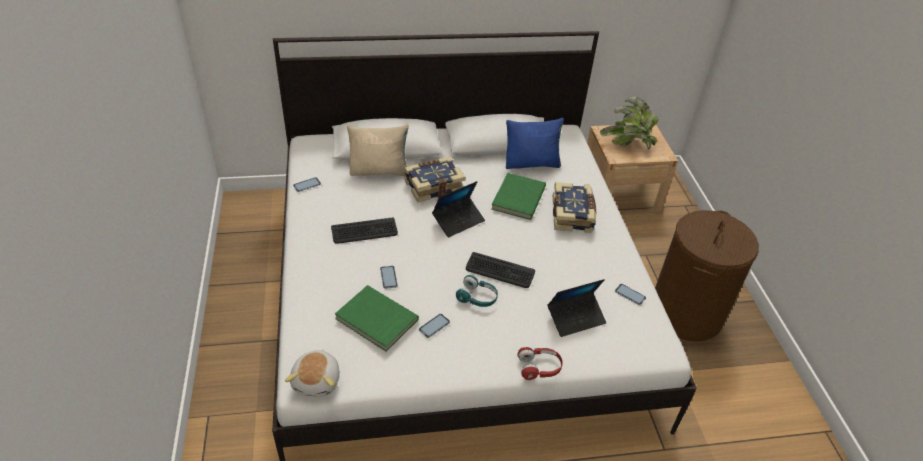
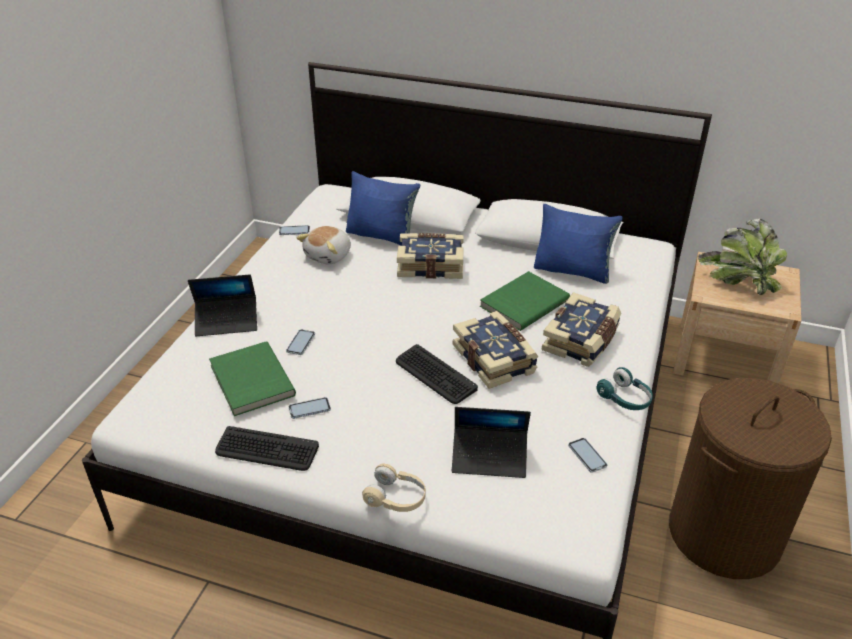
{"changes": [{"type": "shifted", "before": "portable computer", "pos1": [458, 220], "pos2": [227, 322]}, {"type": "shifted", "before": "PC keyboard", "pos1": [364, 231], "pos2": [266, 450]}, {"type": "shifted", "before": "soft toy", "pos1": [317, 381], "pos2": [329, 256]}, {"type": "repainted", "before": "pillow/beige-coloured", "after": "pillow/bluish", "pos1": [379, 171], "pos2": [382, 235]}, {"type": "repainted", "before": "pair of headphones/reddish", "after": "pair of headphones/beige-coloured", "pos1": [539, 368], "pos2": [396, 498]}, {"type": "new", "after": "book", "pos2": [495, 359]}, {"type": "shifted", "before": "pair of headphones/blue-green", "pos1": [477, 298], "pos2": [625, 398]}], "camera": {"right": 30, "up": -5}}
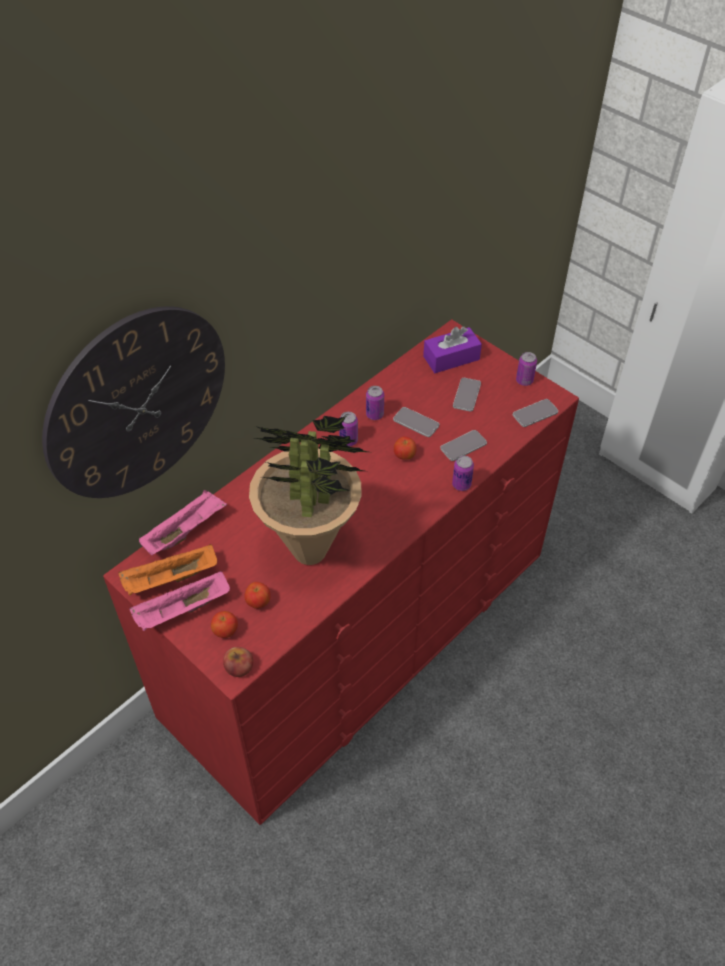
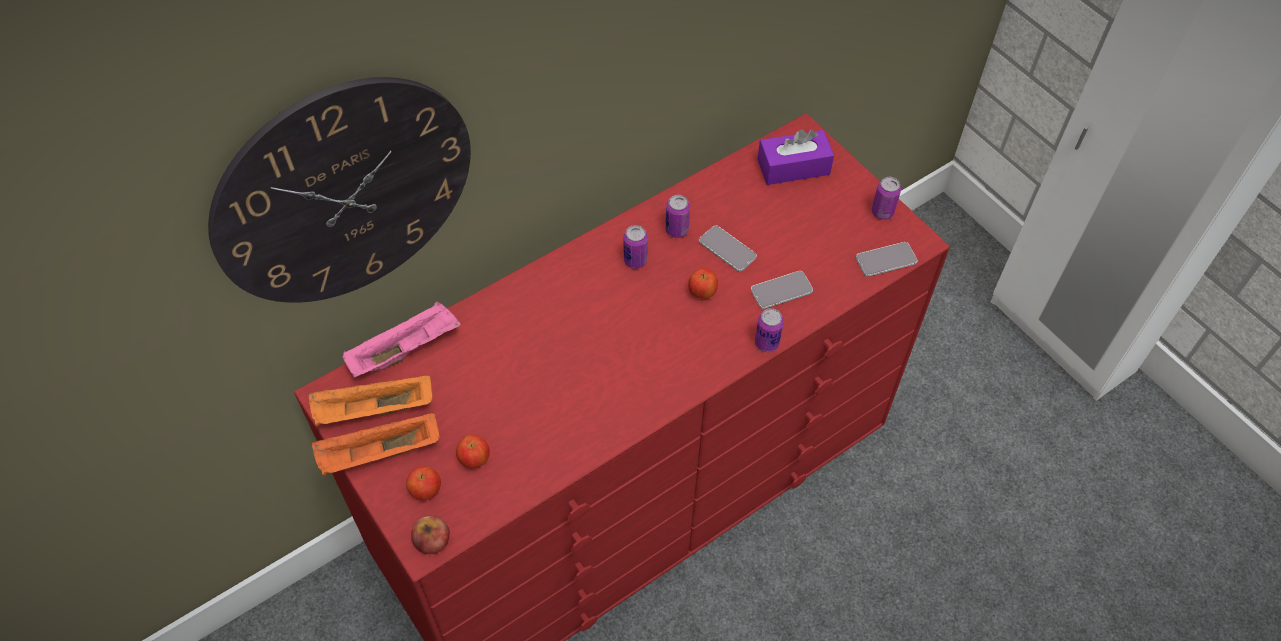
{"changes": [{"type": "repainted", "before": "serving tray/pinkish", "after": "serving tray/orangey", "pos1": [182, 611], "pos2": [379, 454]}, {"type": "gone", "before": "plant in a pot", "pos1": [310, 551]}, {"type": "gone", "before": "phone", "pos1": [466, 395]}], "camera": {"right": 10, "up": 5}}
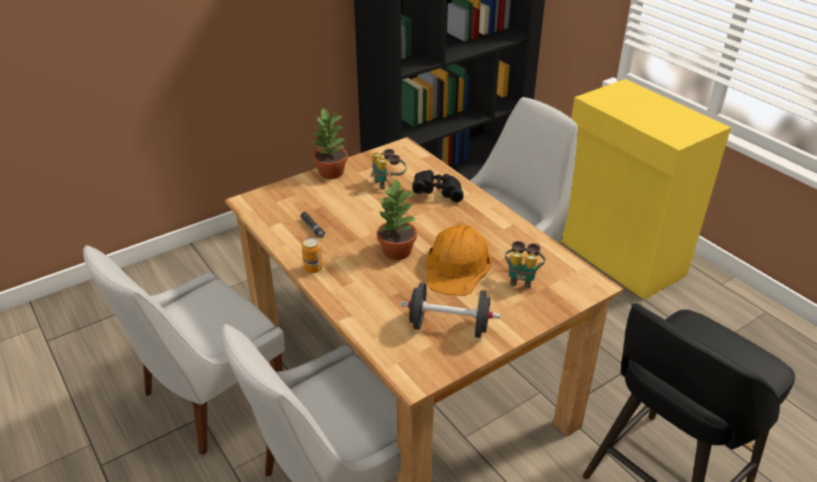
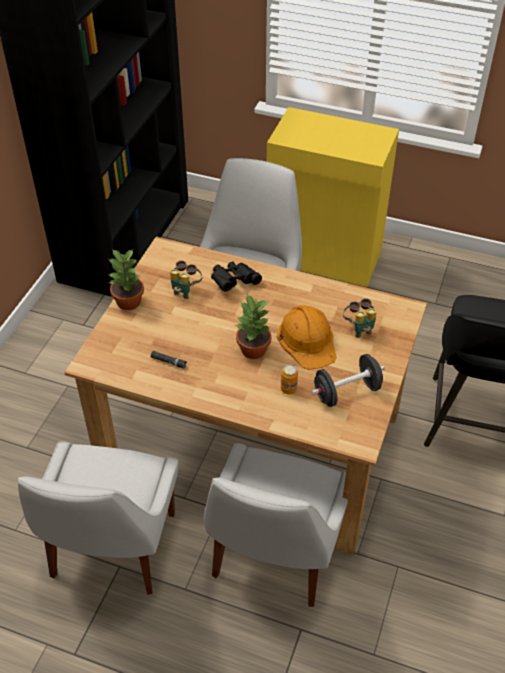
{"changes": [{"type": "shifted", "before": "metal can", "pos1": [313, 269], "pos2": [288, 389]}], "camera": {"right": -35, "up": 10}}
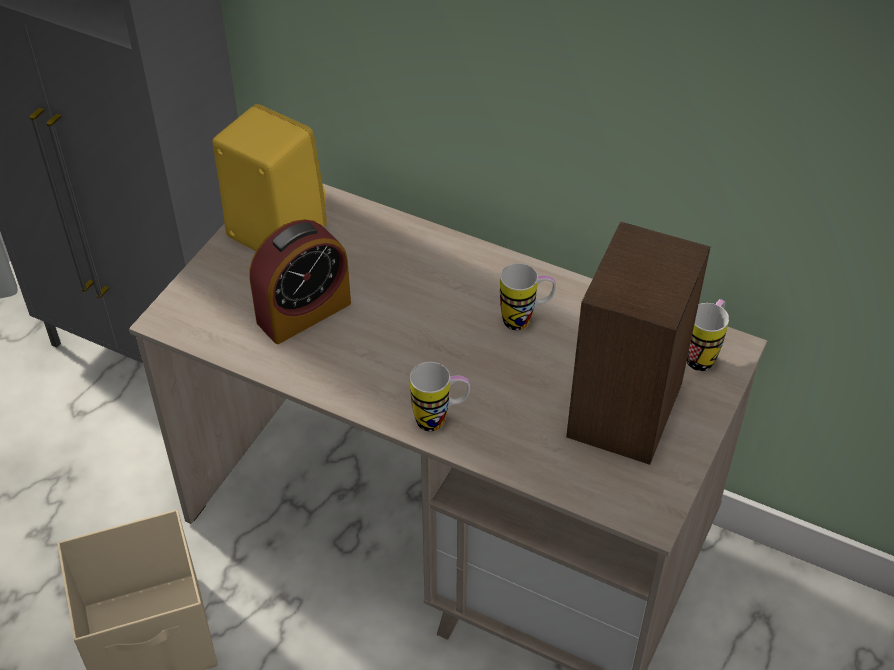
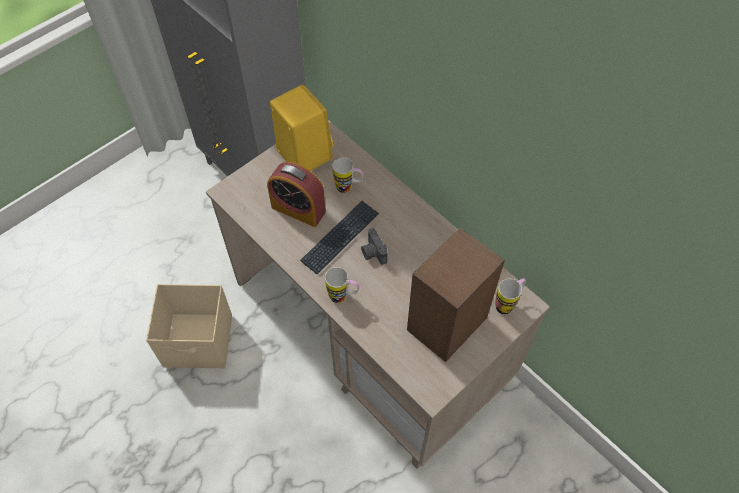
{"changes": [{"type": "rotated", "before": "bedside clock", "pos1": [304, 312], "pos2": [298, 209], "turn": 45}, {"type": "new", "after": "PC keyboard", "pos2": [340, 237]}, {"type": "shifted", "before": "mug", "pos1": [525, 320], "pos2": [349, 188]}, {"type": "new", "after": "still camera", "pos2": [373, 253]}], "camera": {"right": 20, "up": 10}}
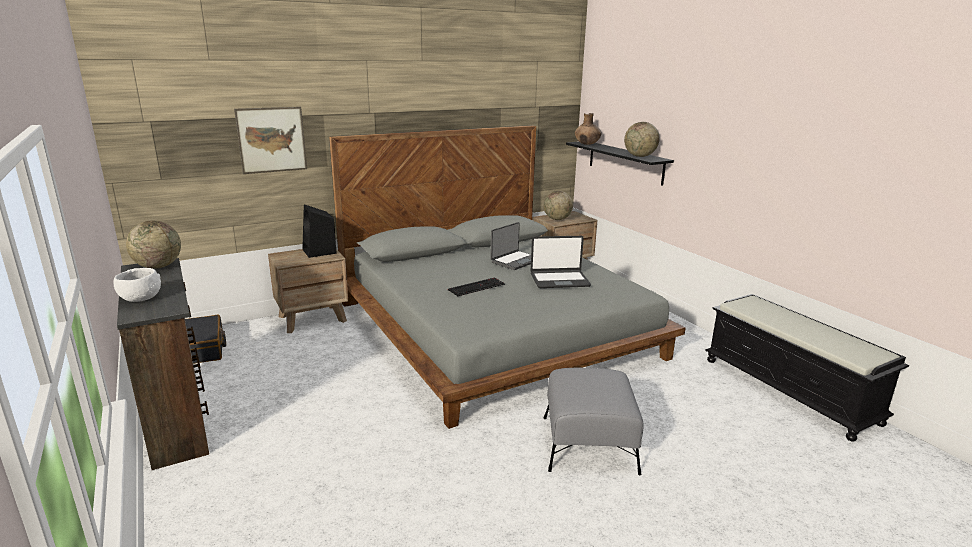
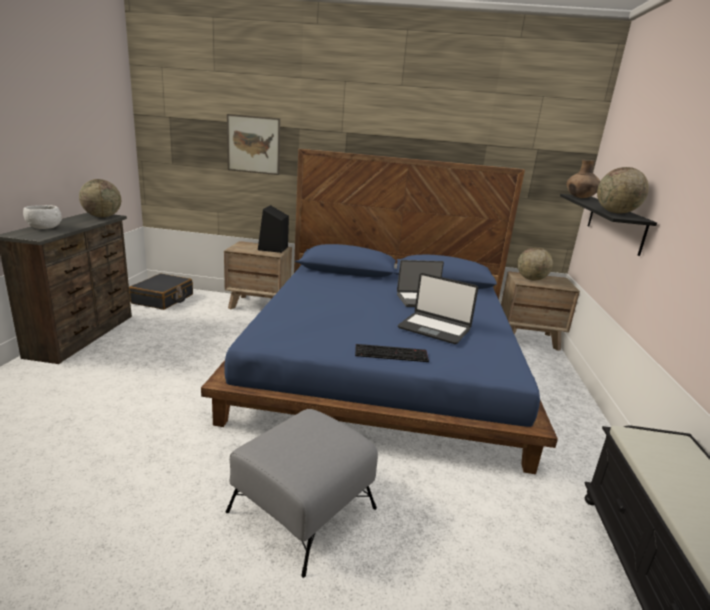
{"changes": [{"type": "repainted", "before": "bed/gray", "after": "bed/bluish", "pos1": [496, 329], "pos2": [383, 364]}, {"type": "shifted", "before": "PC keyboard", "pos1": [476, 287], "pos2": [392, 353]}], "camera": {"right": 35, "up": 0}}
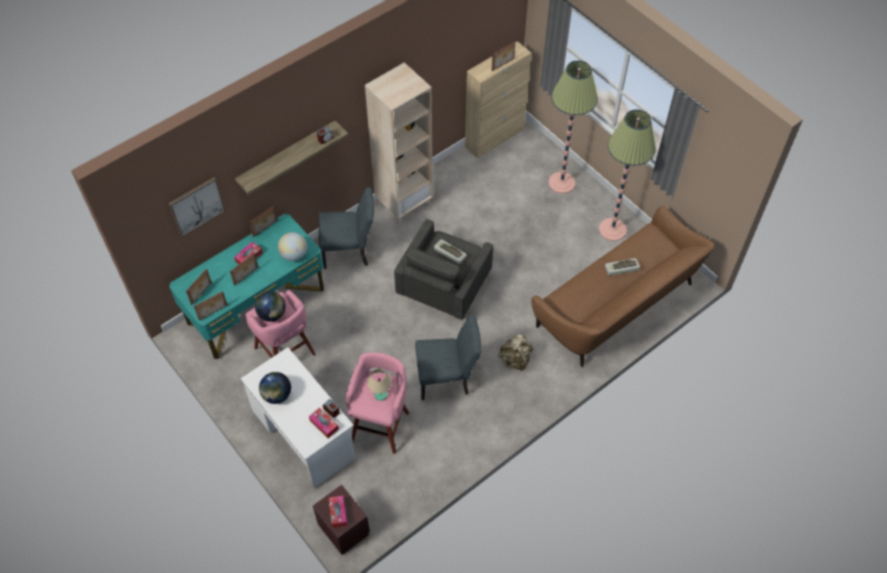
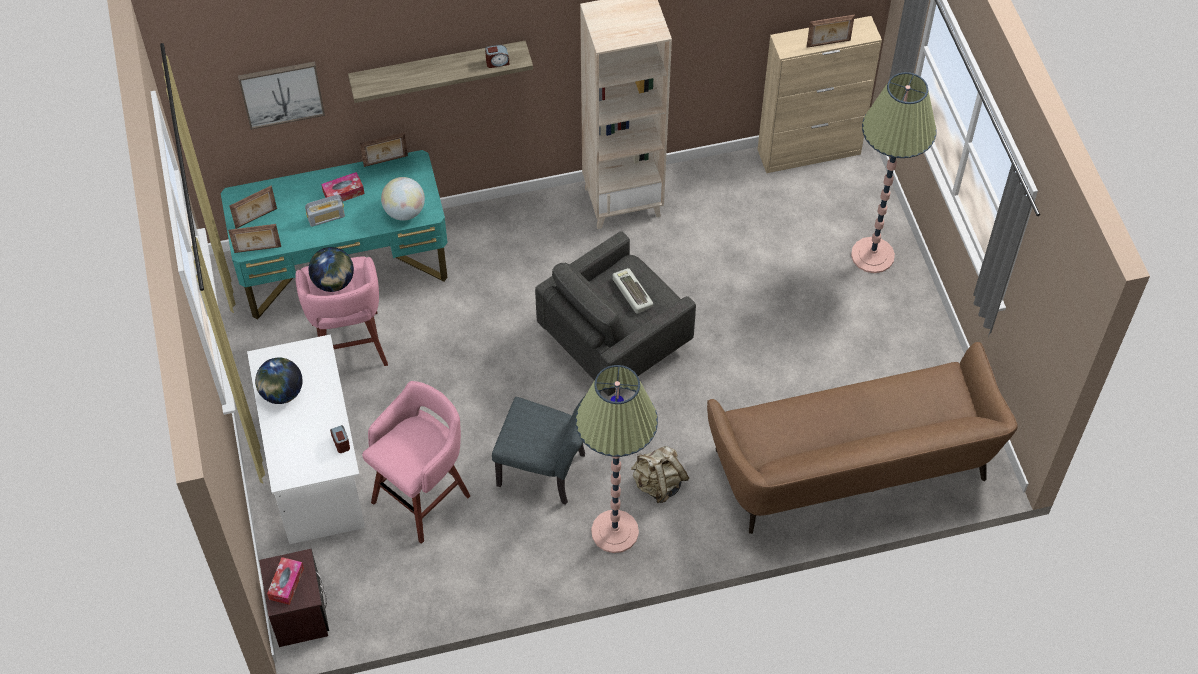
{"changes": [{"type": "swapped", "before": "standing frame", "after": "radio set", "pos1": [246, 276], "pos2": [326, 217]}, {"type": "shifted", "before": "standard lamp", "pos1": [612, 229], "pos2": [615, 531]}, {"type": "gone", "before": "box of tissues", "pos1": [324, 424]}, {"type": "gone", "before": "chair/gray", "pos1": [350, 252]}, {"type": "gone", "before": "table lamp/beige-coloured", "pos1": [381, 395]}, {"type": "gone", "before": "PC keyboard", "pos1": [621, 269]}], "camera": {"right": 25, "up": 0}}
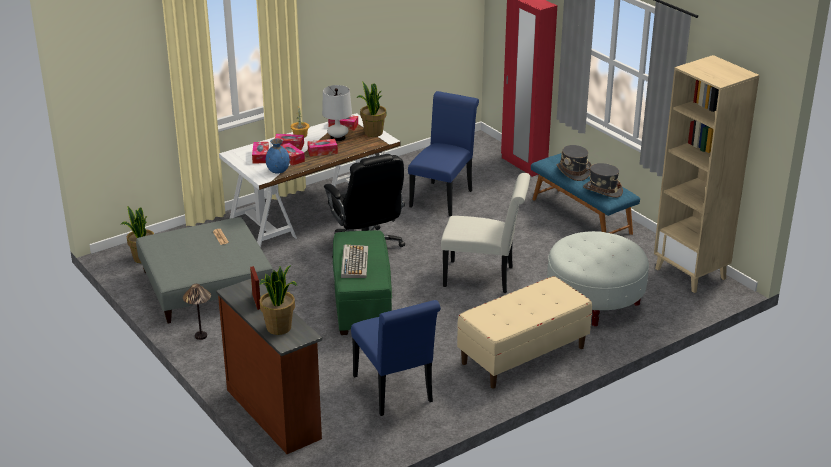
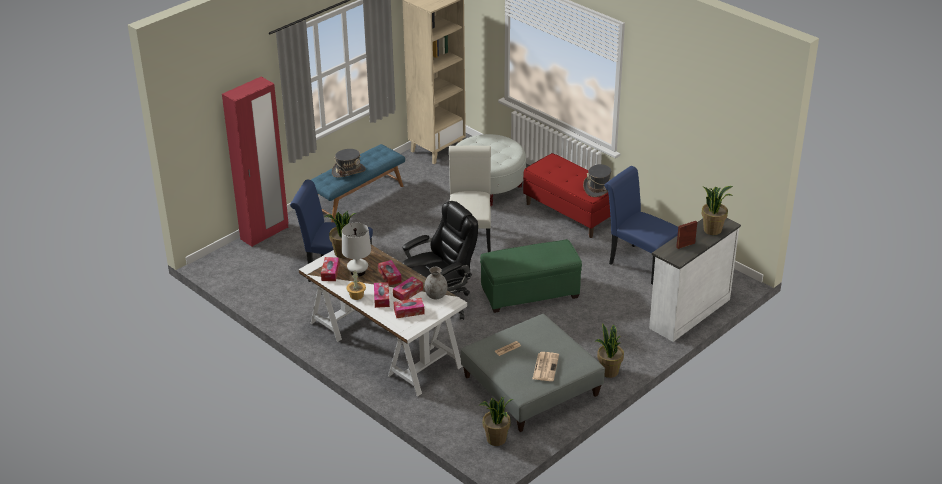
{"changes": [{"type": "repainted", "before": "flower vase/bluish", "after": "flower vase/gray", "pos1": [278, 171], "pos2": [436, 295]}, {"type": "repainted", "before": "bench/beige-coloured", "after": "bench/reddish", "pos1": [523, 355], "pos2": [570, 213]}, {"type": "new", "after": "printed paper", "pos2": [545, 366]}, {"type": "shifted", "before": "clothing hat/gray", "pos1": [602, 190], "pos2": [599, 188]}, {"type": "swapped", "before": "table lamp", "after": "plant in a pot", "pos1": [200, 336], "pos2": [608, 371]}, {"type": "rotated", "before": "chair/bluish", "pos1": [395, 392], "pos2": [638, 262], "turn": -105}, {"type": "repainted", "before": "chest of drawers/brown", "after": "chest of drawers/white-coloured", "pos1": [274, 412], "pos2": [688, 313]}, {"type": "gone", "before": "PC keyboard", "pos1": [354, 262]}], "camera": {"right": -100, "up": 5}}
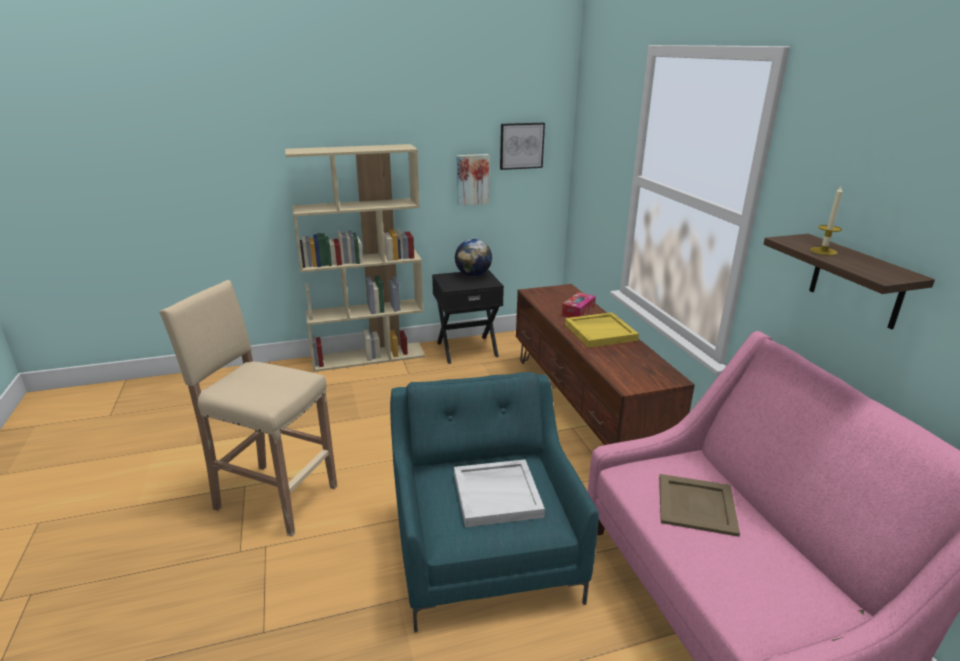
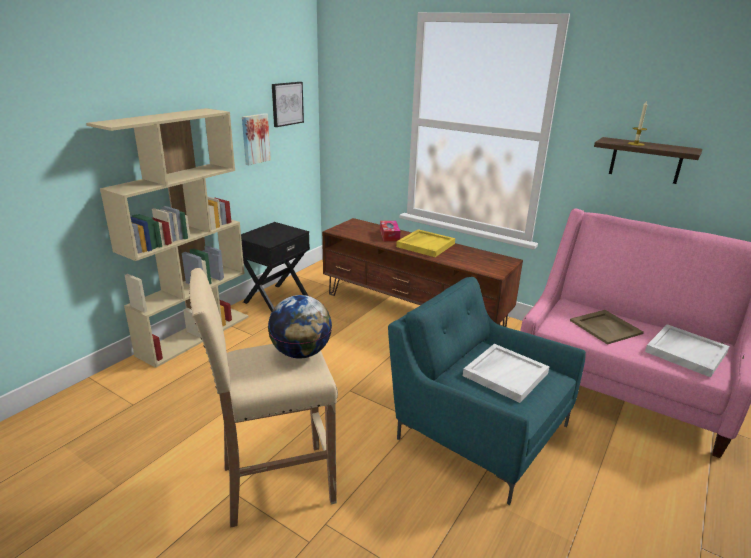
{"changes": [{"type": "shifted", "before": "globe", "pos1": [473, 275], "pos2": [301, 353]}, {"type": "new", "after": "serving tray/white-coloured", "pos2": [685, 352]}], "camera": {"right": -40, "up": 0}}
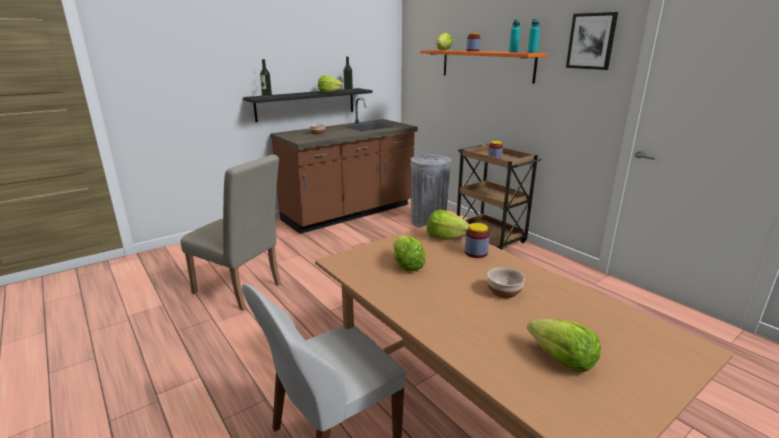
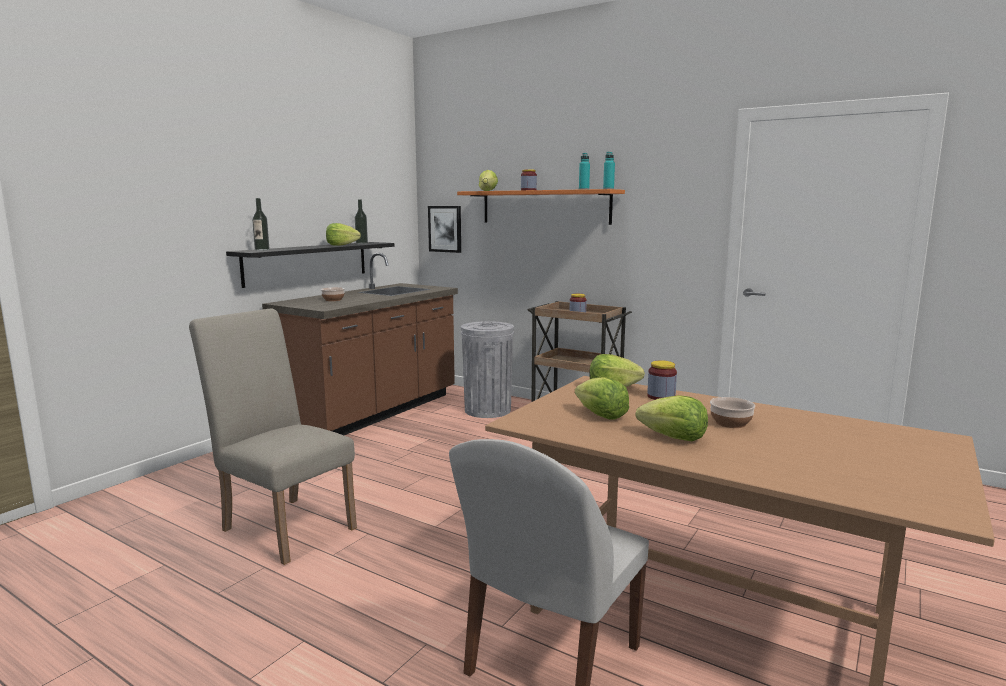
{"changes": [{"type": "rotated", "before": "chair/beige-coloured", "pos1": [241, 290], "pos2": [284, 525], "turn": -150}, {"type": "shifted", "before": "picture", "pos1": [591, 41], "pos2": [445, 229]}, {"type": "shifted", "before": "lettuce head", "pos1": [561, 360], "pos2": [673, 438]}], "camera": {"right": -20, "up": -10}}
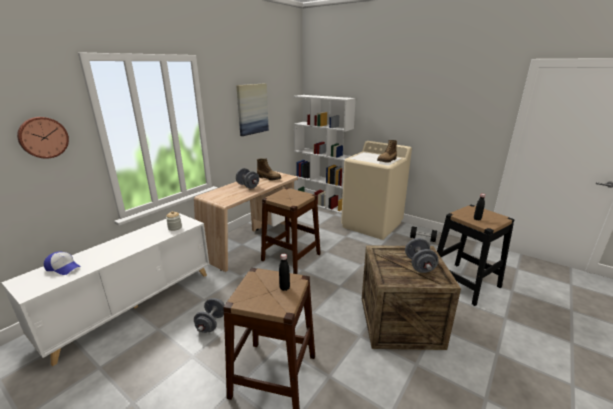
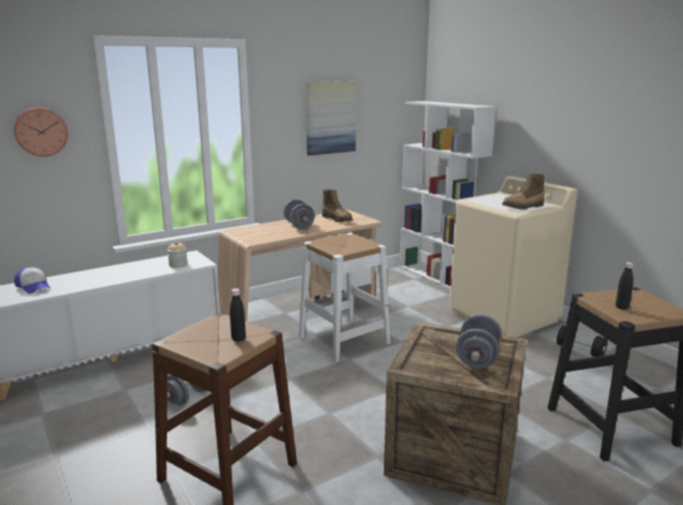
{"changes": [{"type": "repainted", "before": "stool/brown", "after": "stool/white-coloured", "pos1": [291, 257], "pos2": [344, 340]}], "camera": {"right": 20, "up": -5}}
